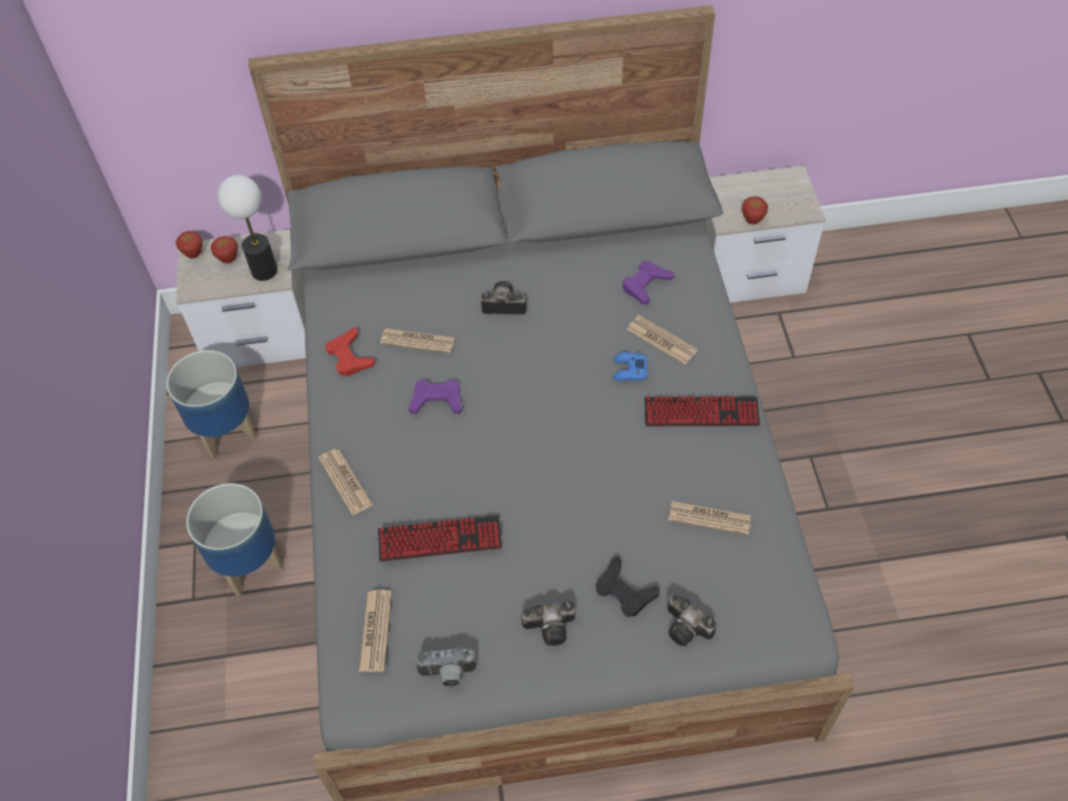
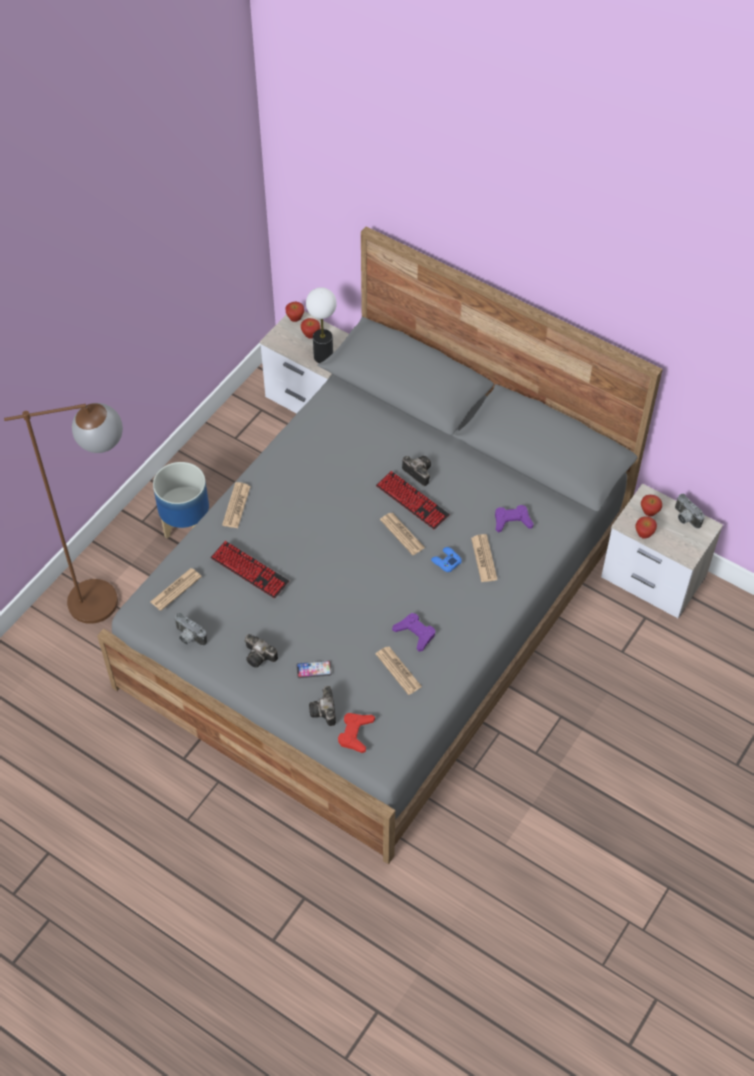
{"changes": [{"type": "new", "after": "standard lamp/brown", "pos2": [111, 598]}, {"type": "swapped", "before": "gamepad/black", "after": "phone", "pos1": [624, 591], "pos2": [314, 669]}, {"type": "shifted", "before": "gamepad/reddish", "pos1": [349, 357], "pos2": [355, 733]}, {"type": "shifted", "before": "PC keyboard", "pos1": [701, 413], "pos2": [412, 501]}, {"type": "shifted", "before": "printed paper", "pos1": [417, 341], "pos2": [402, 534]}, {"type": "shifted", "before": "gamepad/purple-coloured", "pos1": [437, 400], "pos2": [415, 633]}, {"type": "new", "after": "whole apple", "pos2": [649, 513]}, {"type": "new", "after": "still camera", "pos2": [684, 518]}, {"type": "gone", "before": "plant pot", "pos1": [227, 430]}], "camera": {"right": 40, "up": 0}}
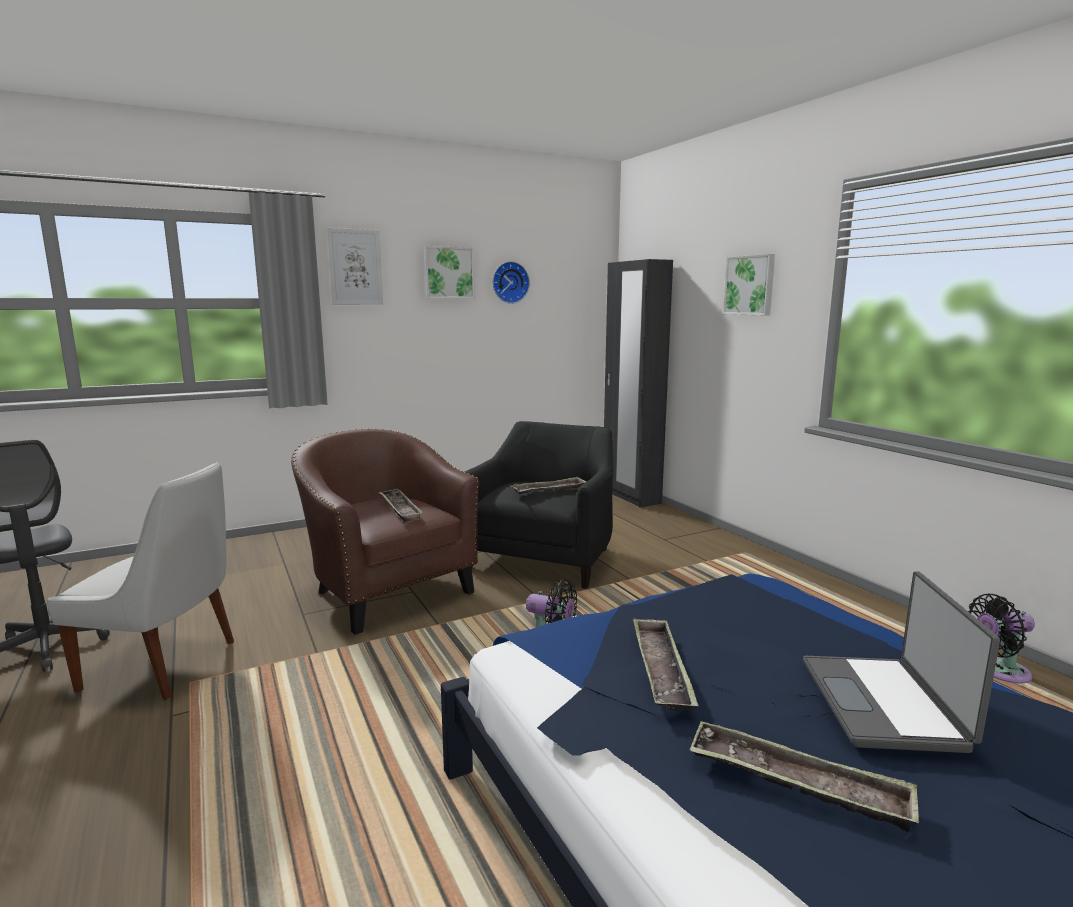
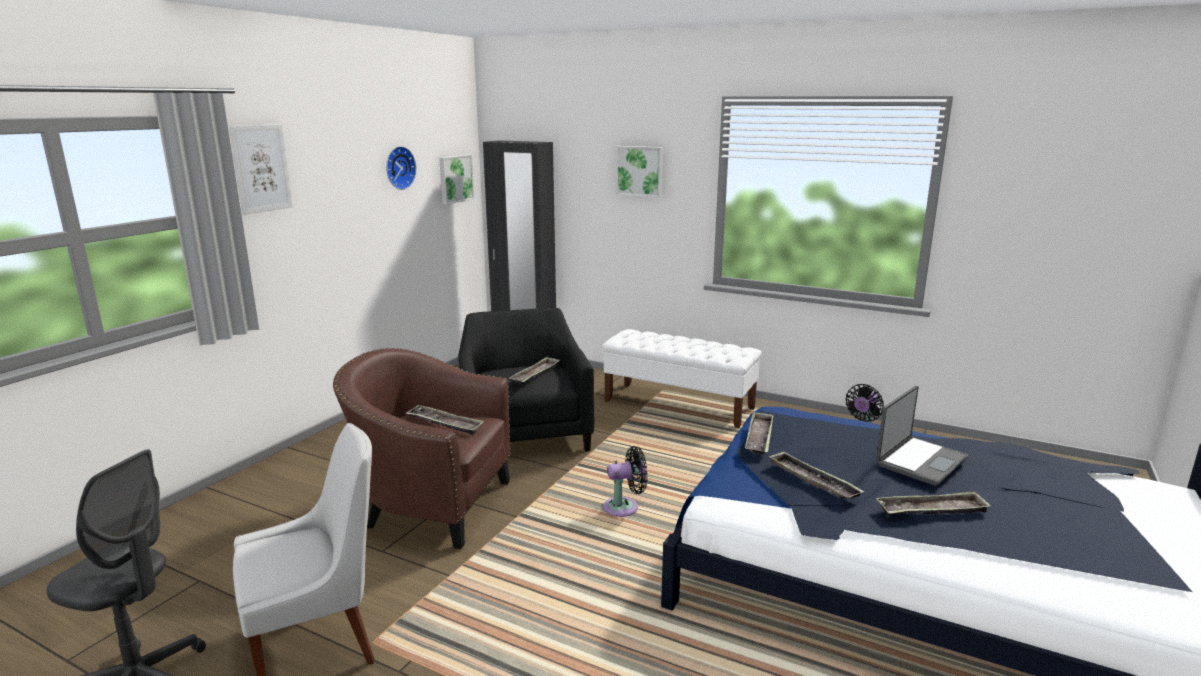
{"changes": [{"type": "shifted", "before": "picture", "pos1": [448, 273], "pos2": [455, 179]}, {"type": "new", "after": "bench/white-coloured", "pos2": [679, 405]}, {"type": "new", "after": "serving tray", "pos2": [759, 437]}, {"type": "rotated", "before": "portable computer", "pos1": [885, 704], "pos2": [919, 461], "turn": -105}], "camera": {"right": -35, "up": 5}}
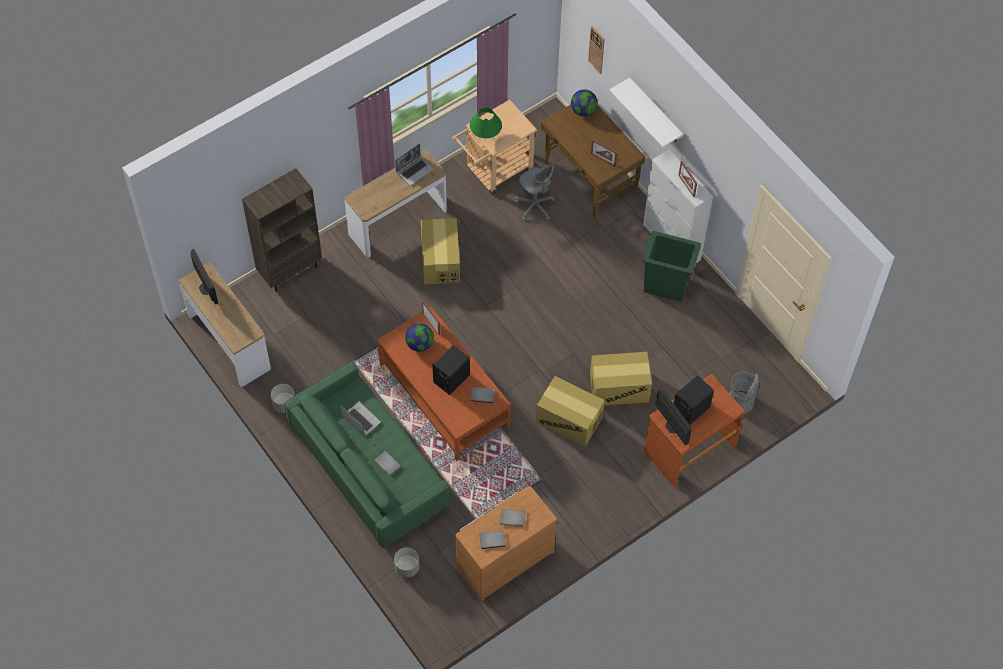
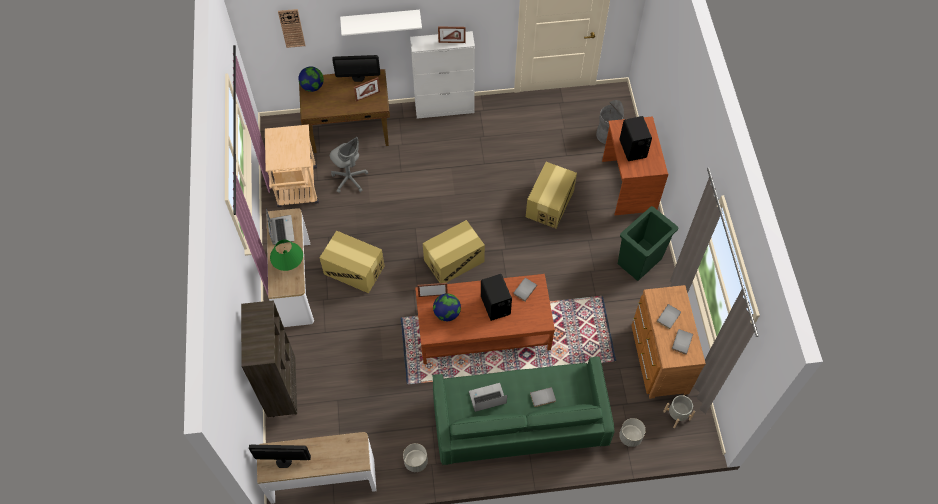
{"changes": [{"type": "shifted", "before": "table lamp/greenish", "pos1": [485, 135], "pos2": [289, 265]}, {"type": "rotated", "before": "desk chair/gray", "pos1": [535, 206], "pos2": [350, 179], "turn": 60}, {"type": "shifted", "before": "computer display", "pos1": [672, 426], "pos2": [358, 77]}, {"type": "shifted", "before": "carton", "pos1": [569, 420], "pos2": [453, 261]}, {"type": "shifted", "before": "rubbish bin/greenish", "pos1": [666, 285], "pos2": [640, 261]}, {"type": "new", "after": "plant pot/gray", "pos2": [677, 415]}], "camera": {"right": -60, "up": 0}}
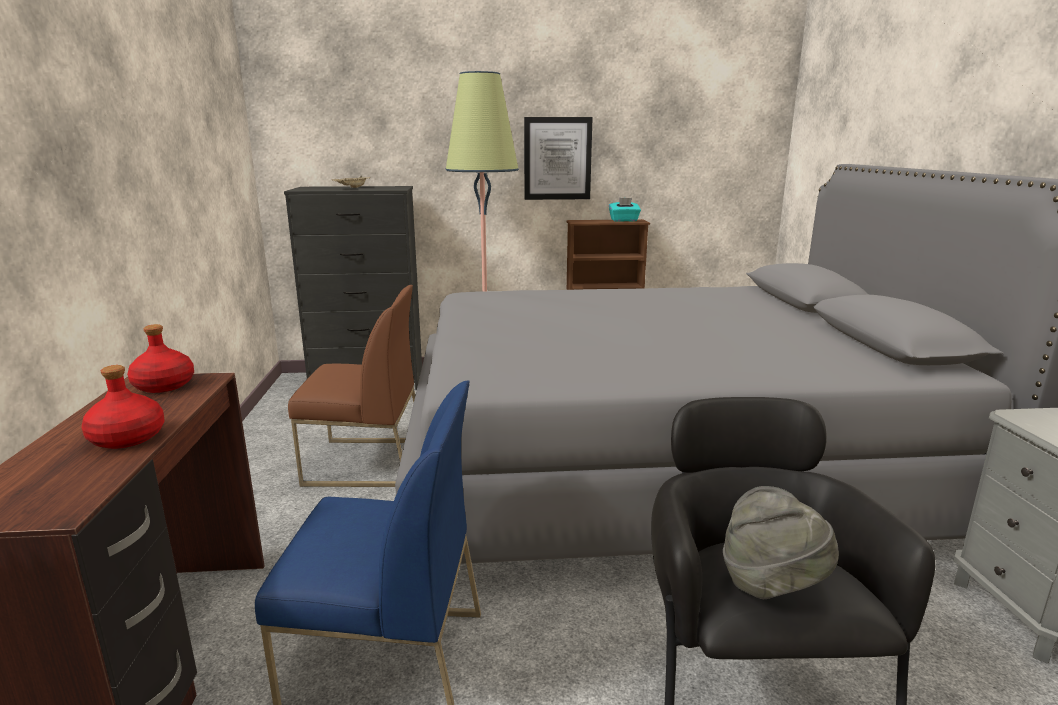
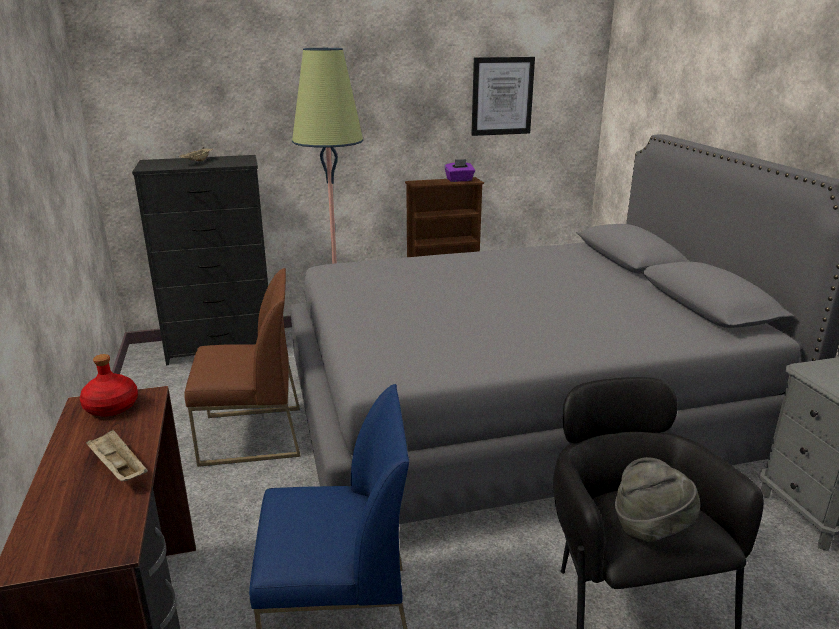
{"changes": [{"type": "swapped", "before": "bottle/reddish", "after": "serving tray/beige-coloured", "pos1": [126, 438], "pos2": [118, 469]}, {"type": "repainted", "before": "box of tissues/blue-green", "after": "box of tissues/purple-coloured", "pos1": [624, 220], "pos2": [459, 180]}, {"type": "shifted", "before": "picture", "pos1": [557, 158], "pos2": [502, 96]}], "camera": {"right": -10, "up": 5}}
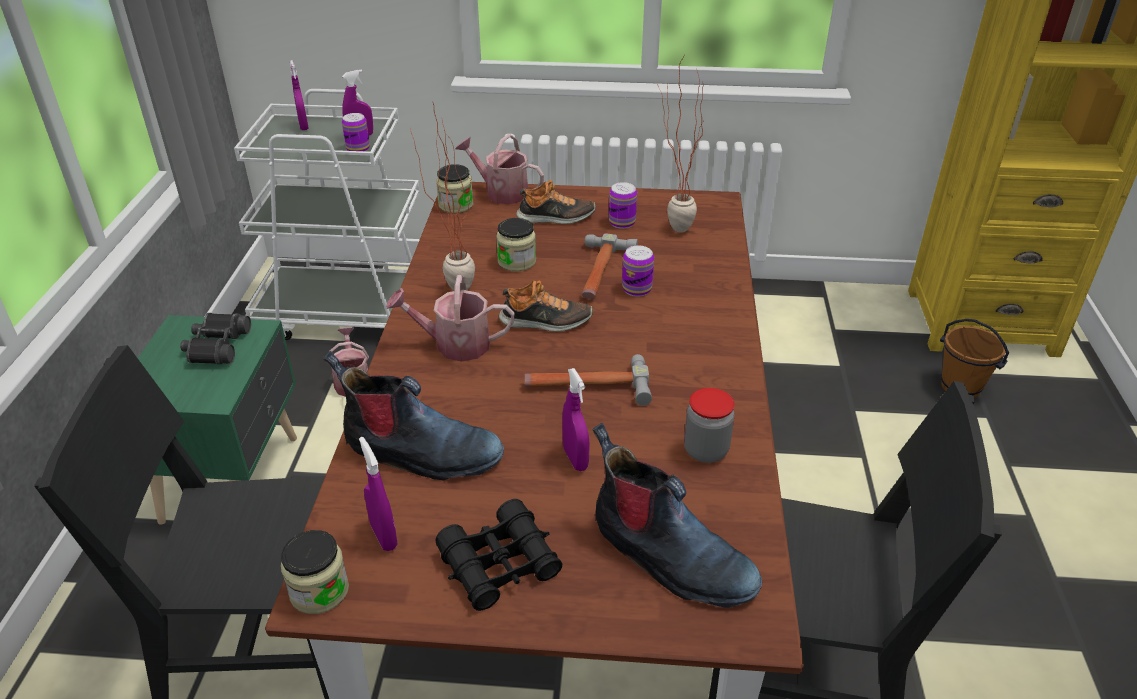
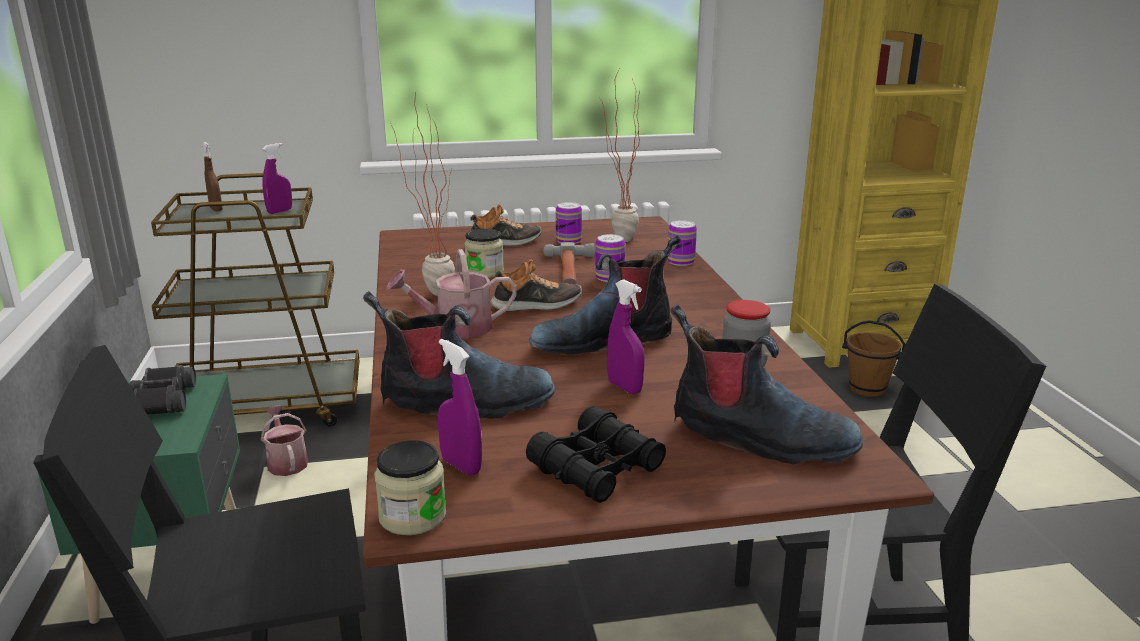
{"changes": [{"type": "repainted", "before": "trolley/white-coloured", "after": "trolley/brown", "pos1": [352, 313], "pos2": [268, 406]}, {"type": "repainted", "before": "sprayer/purple-coloured", "after": "sprayer/brown", "pos1": [303, 126], "pos2": [216, 209]}, {"type": "swapped", "before": "tool hammer", "after": "tall boot", "pos1": [586, 386], "pos2": [603, 340]}, {"type": "shifted", "before": "metal can", "pos1": [358, 149], "pos2": [680, 261]}, {"type": "gone", "before": "jar", "pos1": [456, 205]}, {"type": "gone", "before": "watering pot", "pos1": [501, 192]}], "camera": {"right": -15, "up": -15}}
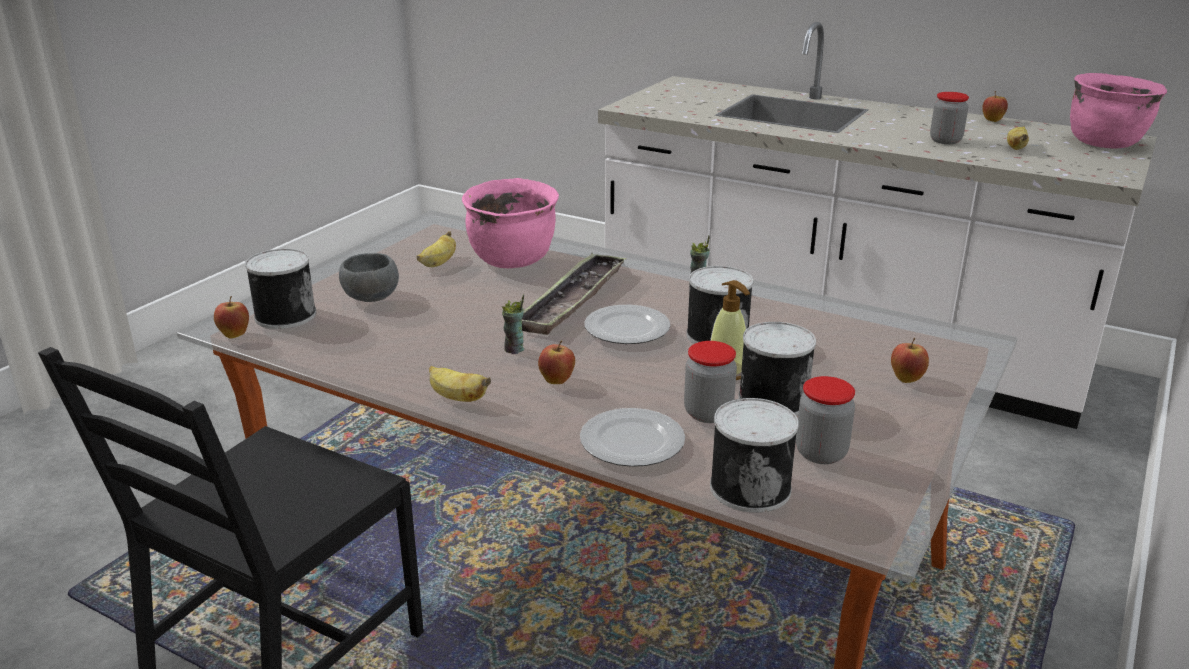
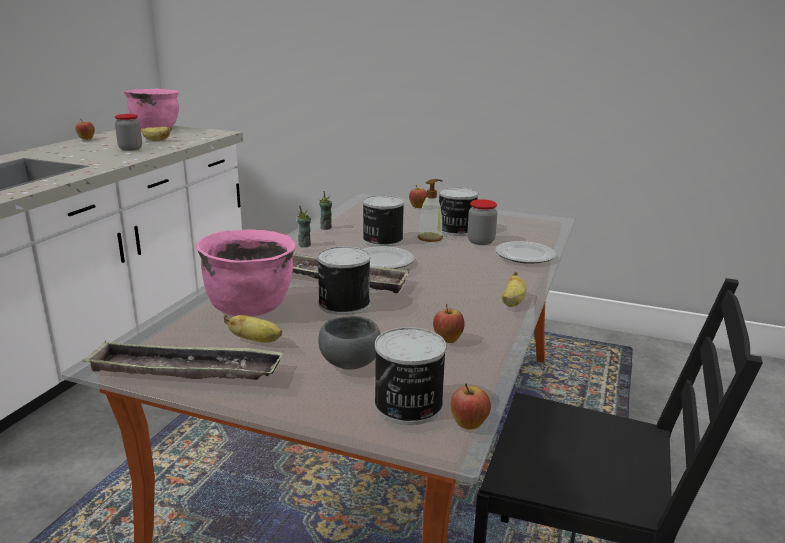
{"changes": [{"type": "new", "after": "serving tray", "pos2": [185, 371]}, {"type": "shifted", "before": "metal can", "pos1": [750, 486], "pos2": [342, 304]}, {"type": "shifted", "before": "small cup", "pos1": [514, 349], "pos2": [326, 227]}, {"type": "shifted", "before": "whole apple", "pos1": [557, 381], "pos2": [447, 340]}, {"type": "gone", "before": "jar", "pos1": [821, 453]}], "camera": {"right": -100, "up": -5}}
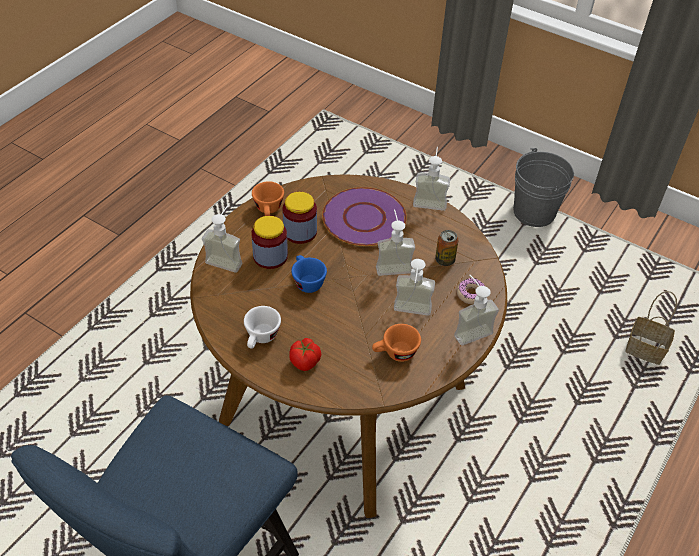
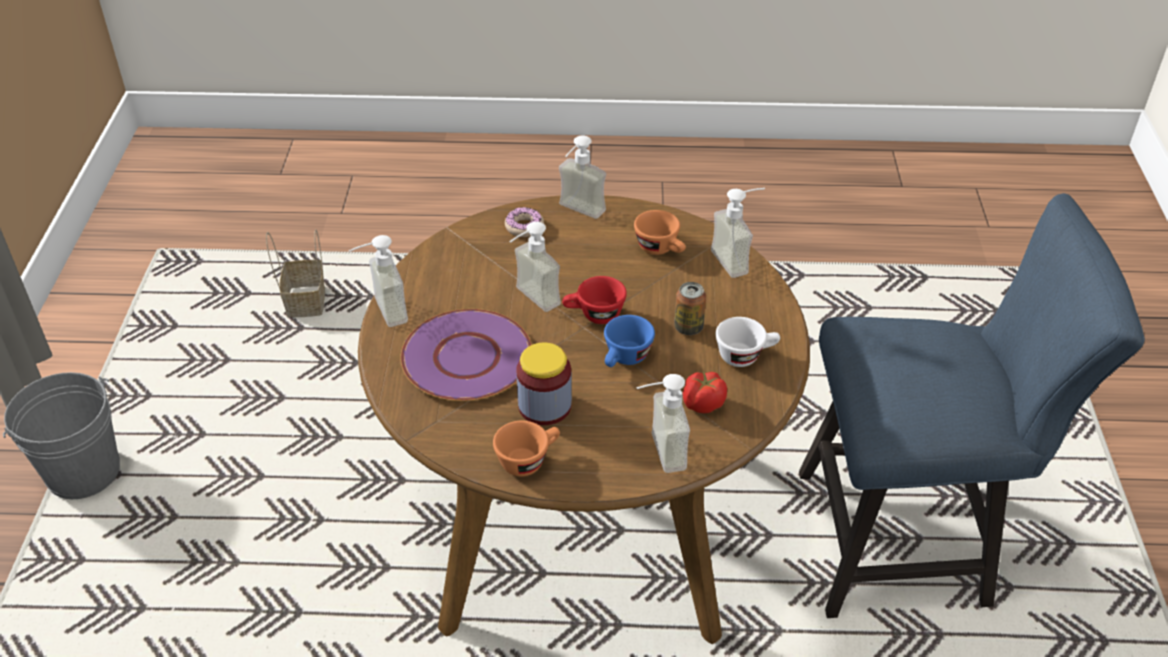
{"changes": [{"type": "new", "after": "small cup/reddish", "pos2": [594, 315]}, {"type": "shifted", "before": "metal can", "pos1": [444, 260], "pos2": [688, 327]}, {"type": "shifted", "before": "whole tomato", "pos1": [305, 362], "pos2": [703, 404]}, {"type": "shifted", "before": "liquid soap bottle", "pos1": [411, 314], "pos2": [738, 260]}, {"type": "gone", "before": "jar", "pos1": [270, 256]}], "camera": {"right": -120, "up": -5}}
